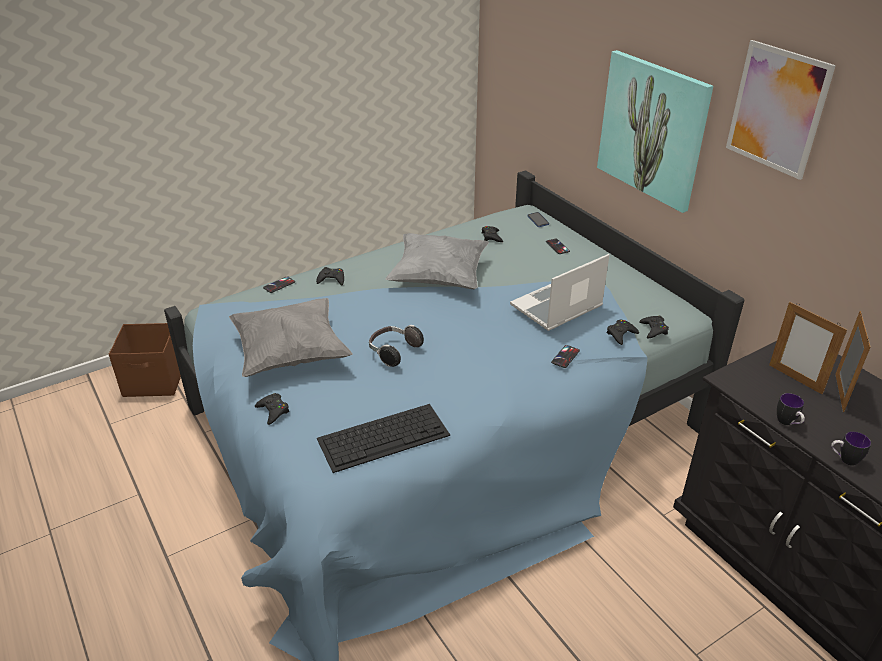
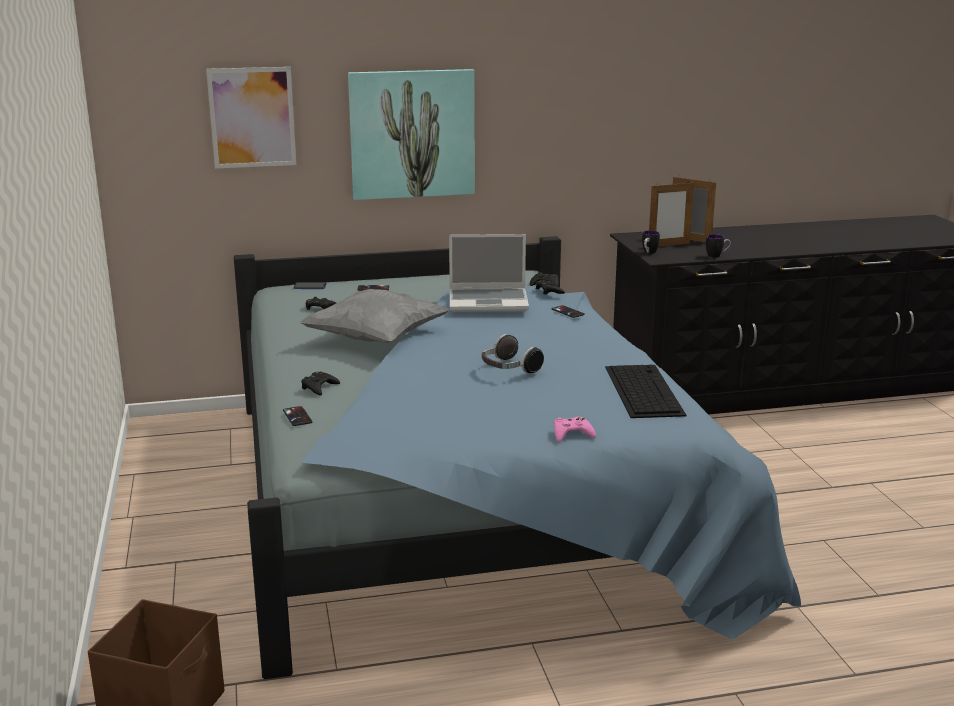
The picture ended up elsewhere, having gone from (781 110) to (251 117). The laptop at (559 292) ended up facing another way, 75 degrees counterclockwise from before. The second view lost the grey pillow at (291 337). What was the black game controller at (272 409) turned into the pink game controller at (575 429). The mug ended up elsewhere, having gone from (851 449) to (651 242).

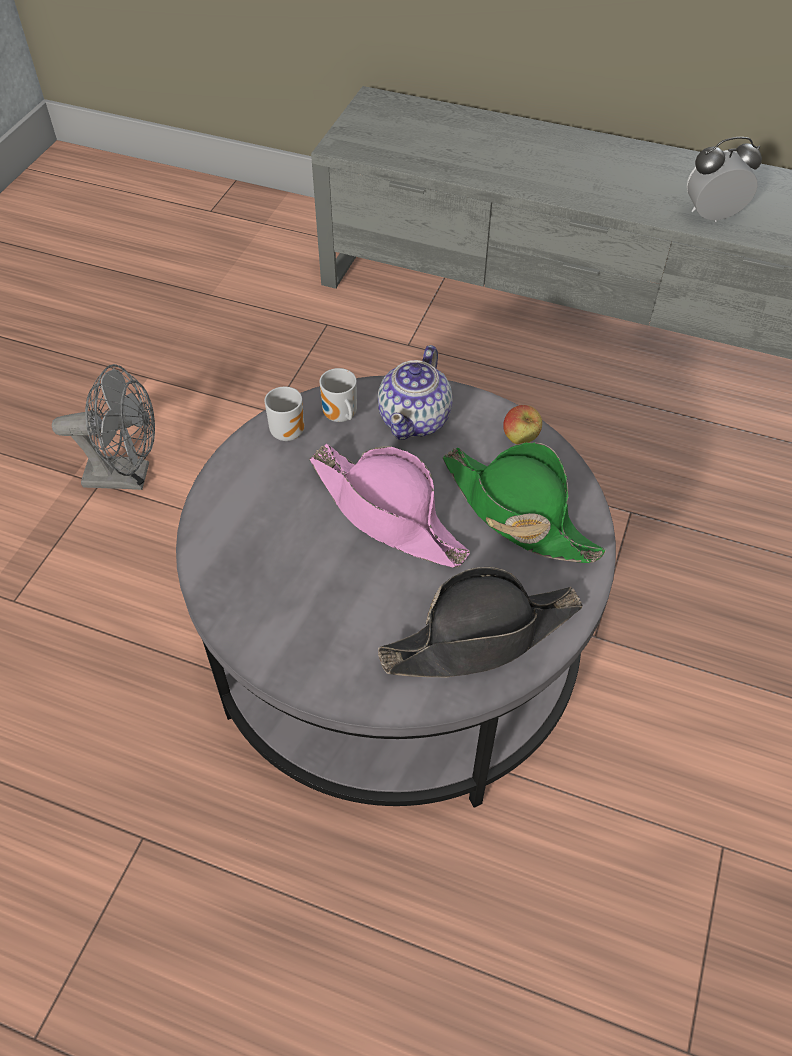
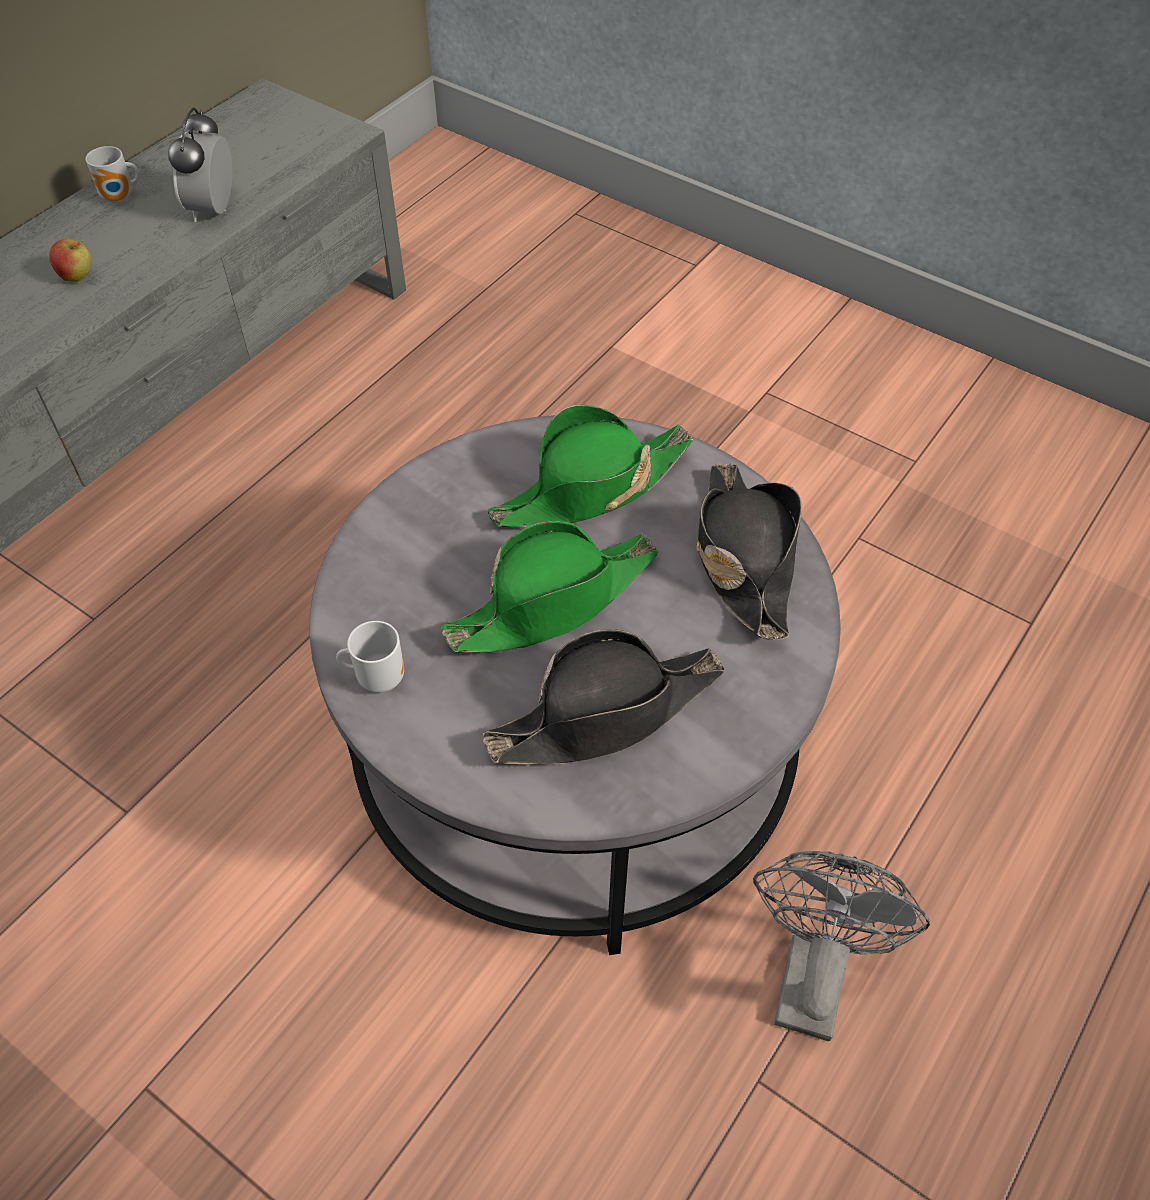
The second view lost the teapot at (415 392). The grey fan ended up elsewhere, having gone from (103 427) to (841 946). The mug ended up elsewhere, having gone from (338 395) to (112 174). The apple ended up elsewhere, having gone from (522 425) to (70 260). What was the pink hat at (389 506) turned into the green hat at (550 587). The second view gained the black hat at (603 697).

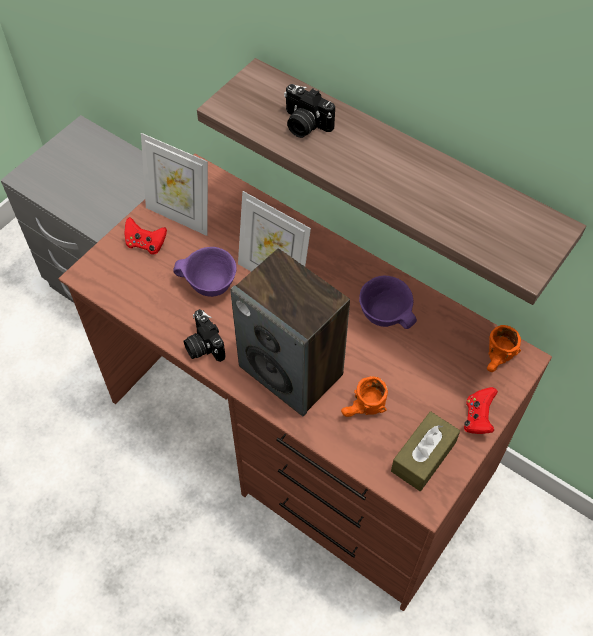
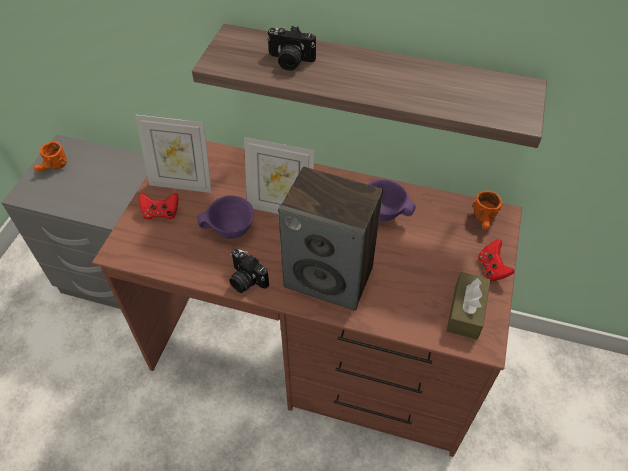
The orange mug ended up elsewhere, having gone from (364 396) to (50 156).

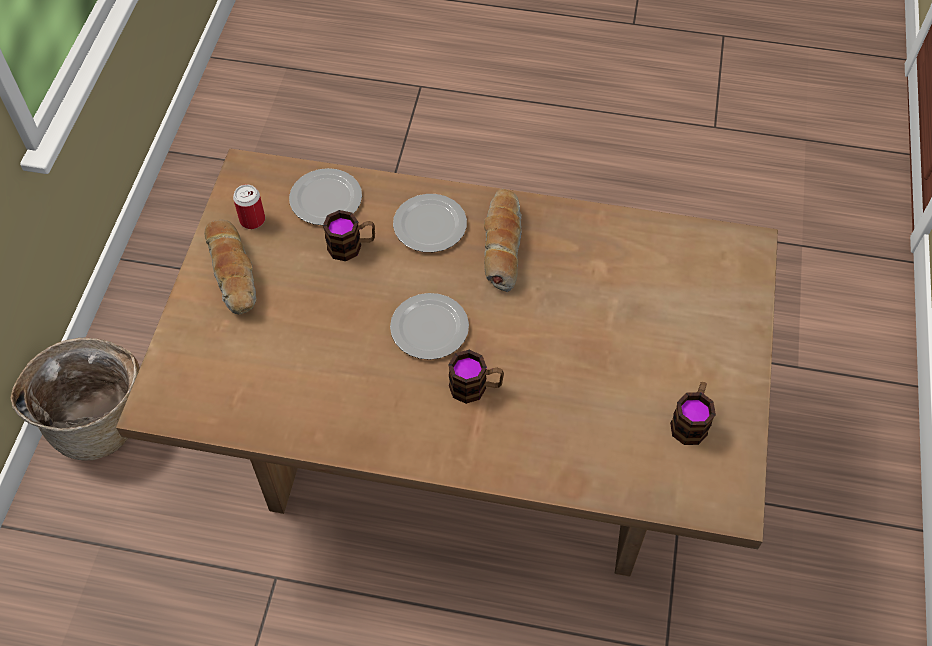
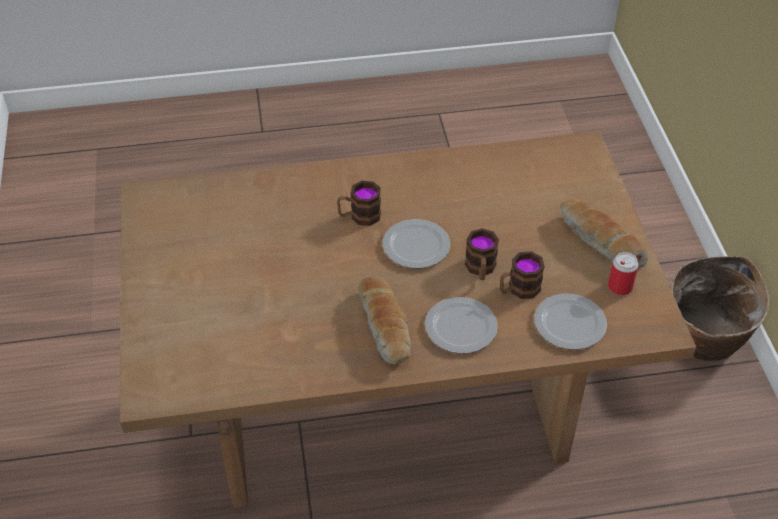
The mug ended up elsewhere, having gone from (693 413) to (482 254).

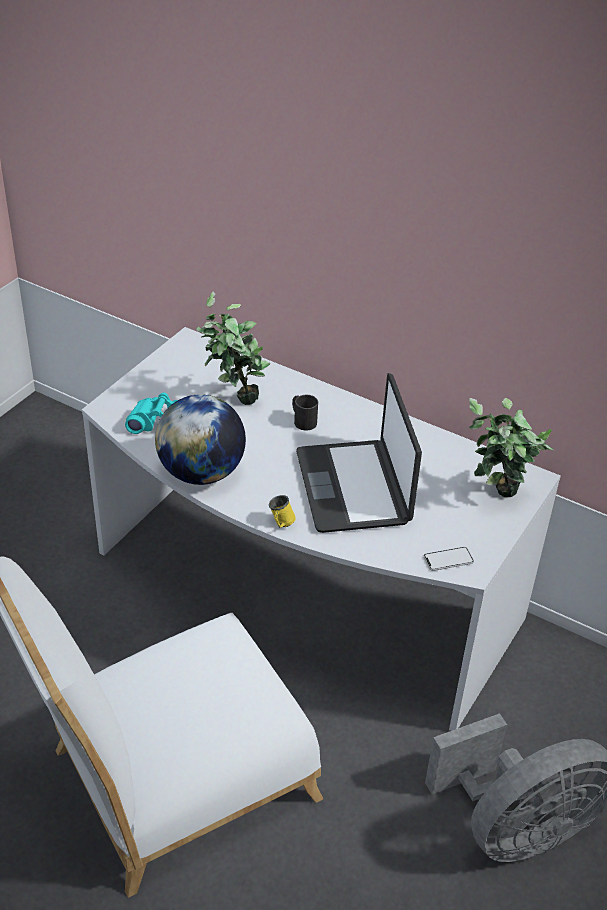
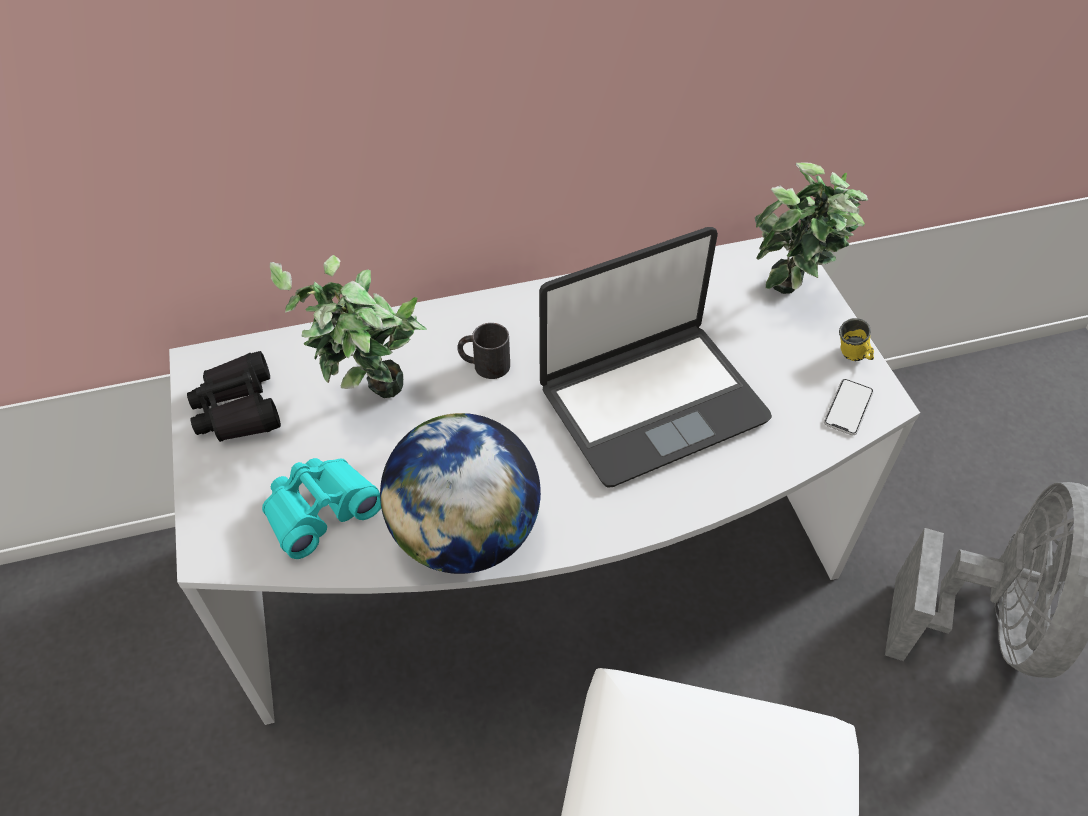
The laptop at (359 453) ended up facing another way, 60 degrees counterclockwise from before. The yellow mug ended up elsewhere, having gone from (282 511) to (856 339). The second view gained the black binoculars at (234 396).

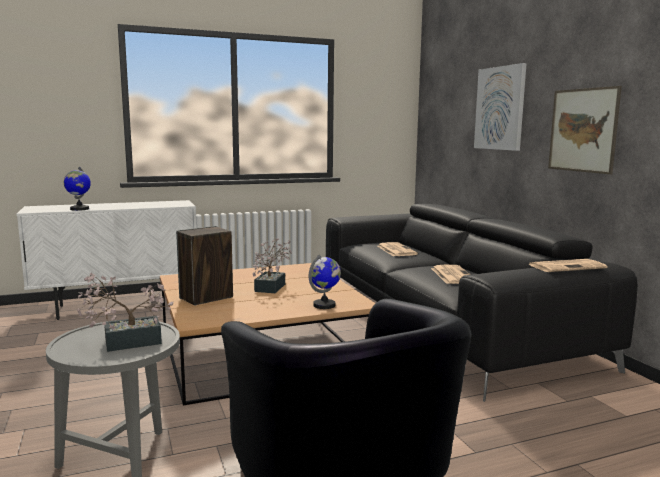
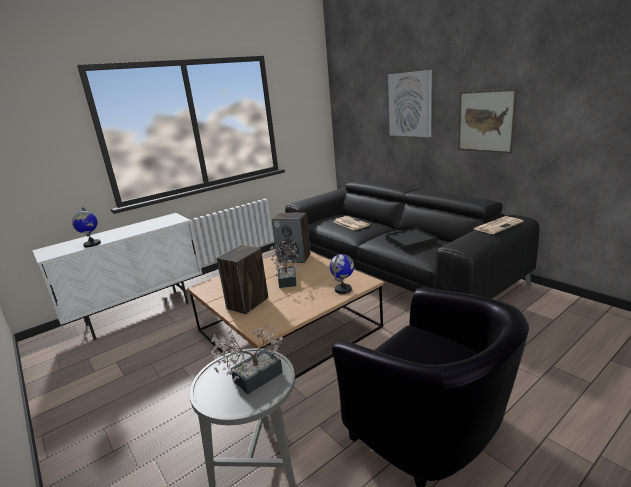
Where the newspaper stood at (450 274), the black tray came to stand at (412 239). The second view gained the speaker at (291 238).

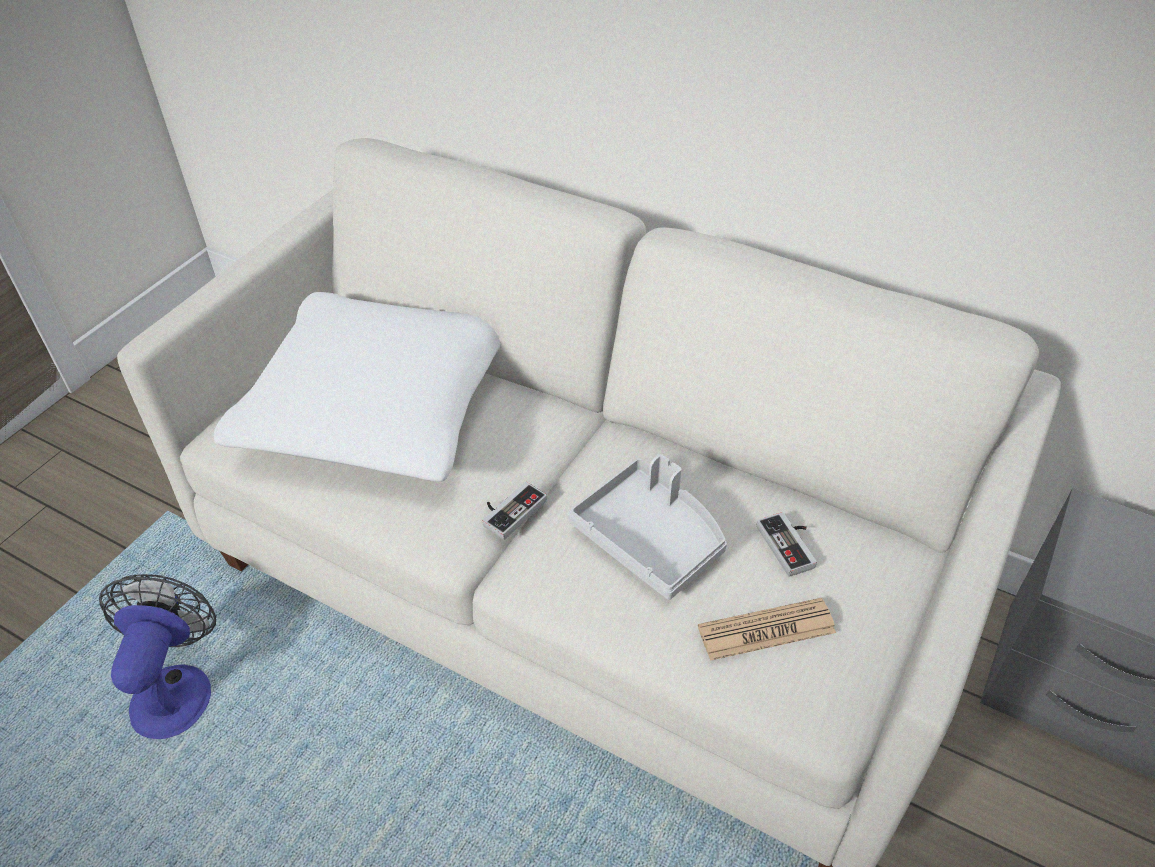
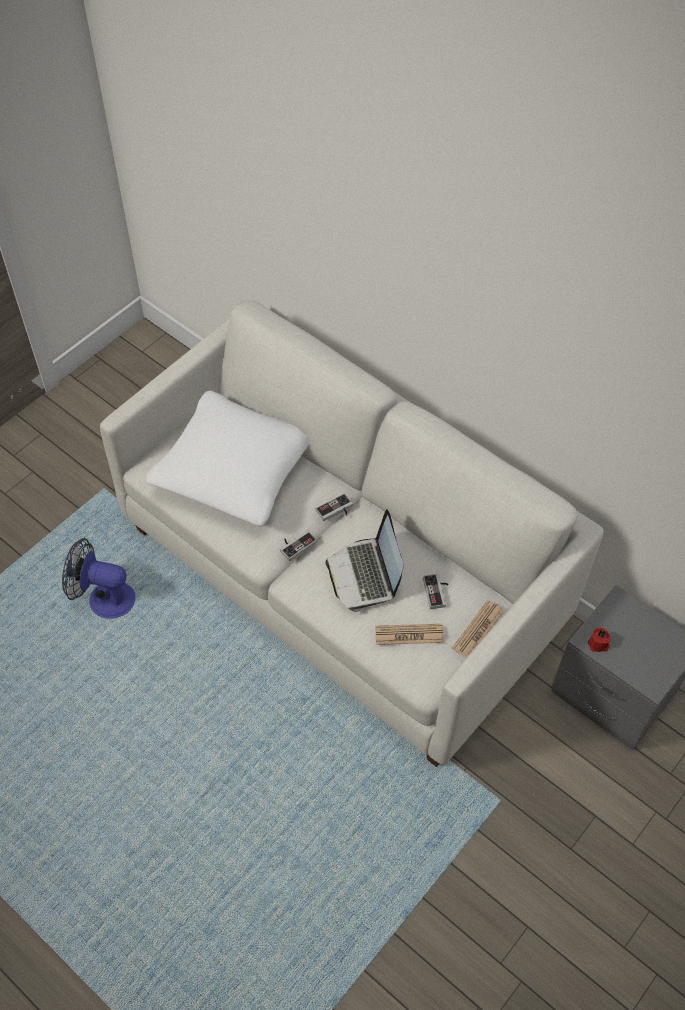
Where the grey tray stood at (647 527), the laptop came to stand at (364 560). The fan at (157 656) ended up facing another way, 90 degrees counterclockwise from before. The second view gained the game controller at (334 507). The second view gained the newspaper at (478 628). The second view gained the red candle at (599 640).

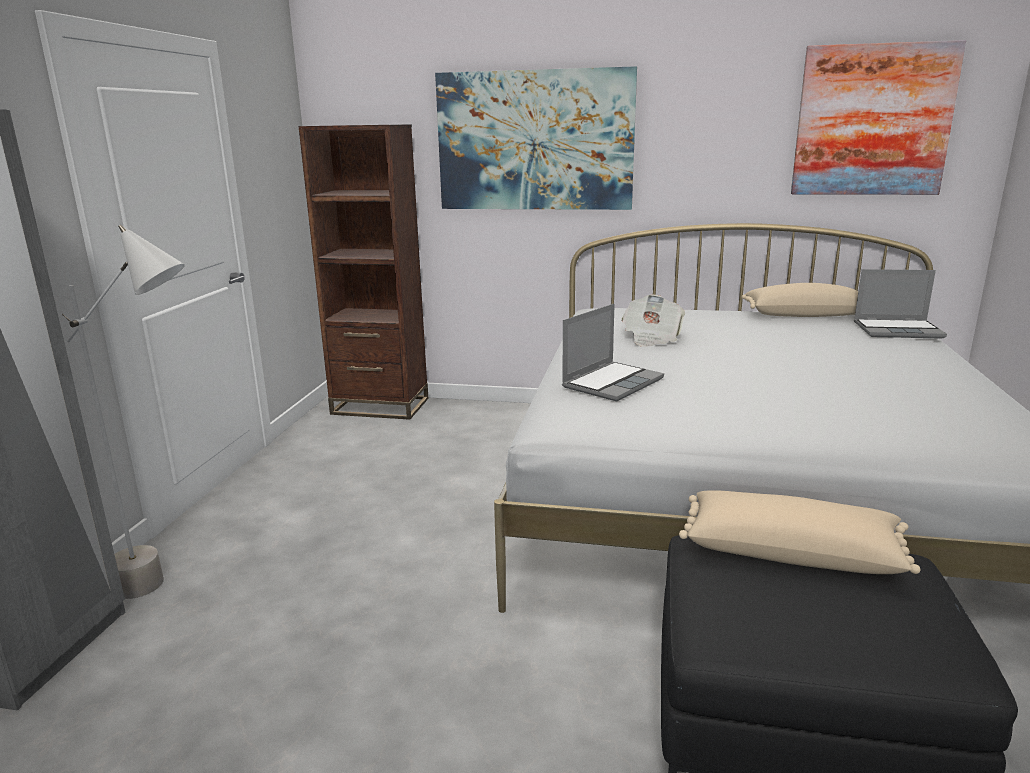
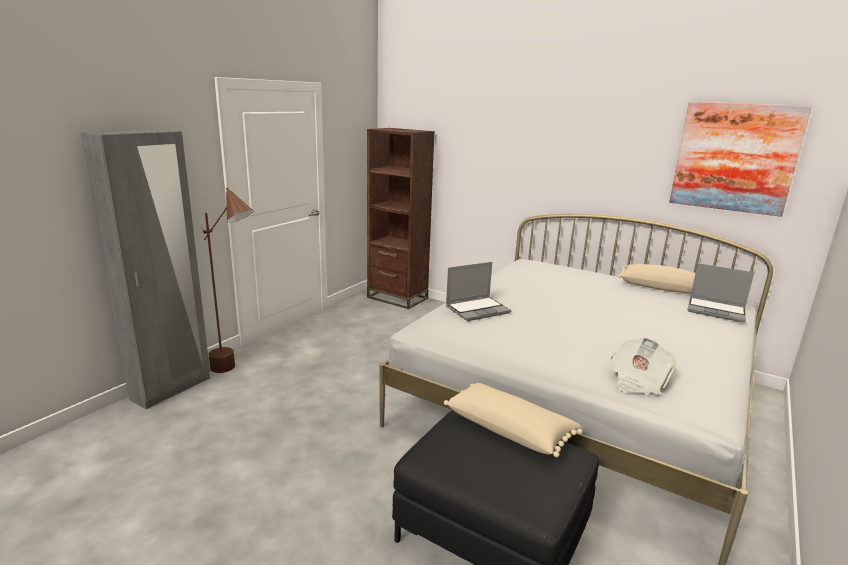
The second view lost the picture at (536 138). What was the grey floor lamp at (123 412) turned into the brown floor lamp at (227 280). The newspaper ended up elsewhere, having gone from (653 320) to (643 366).

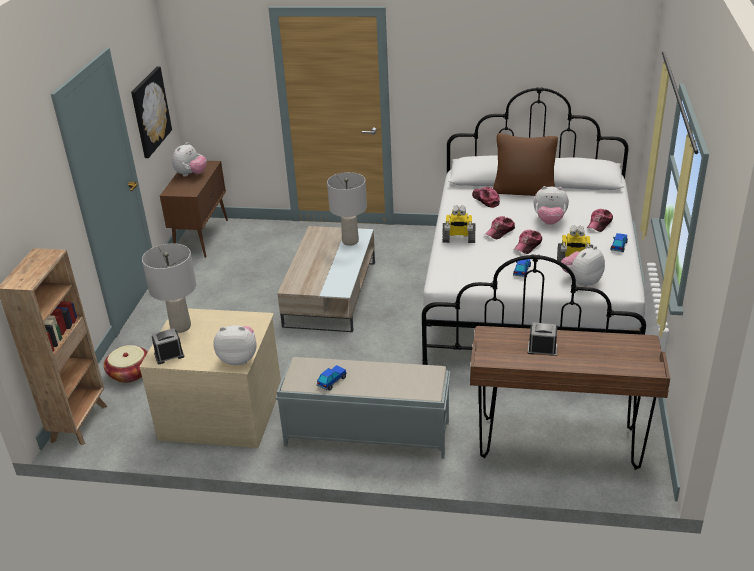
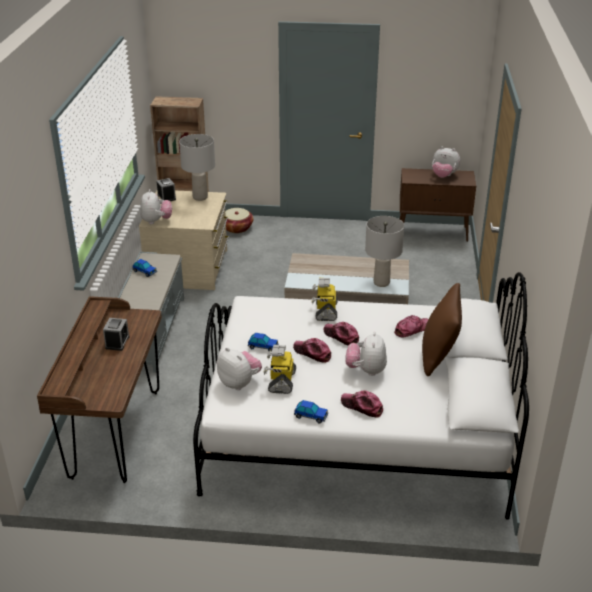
The second view lost the picture at (151 112).

